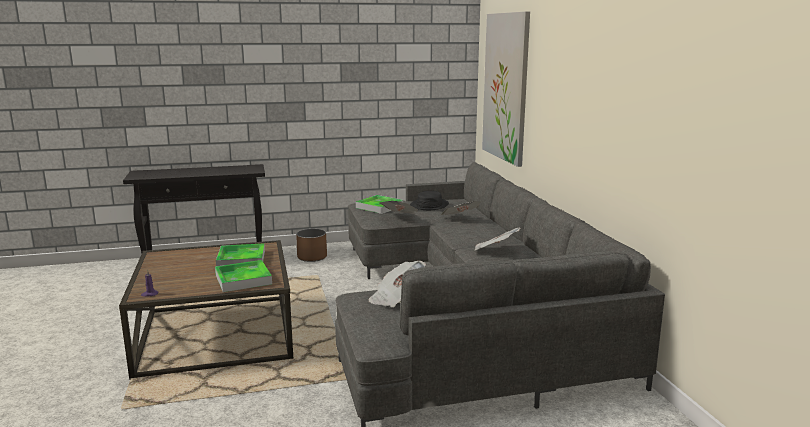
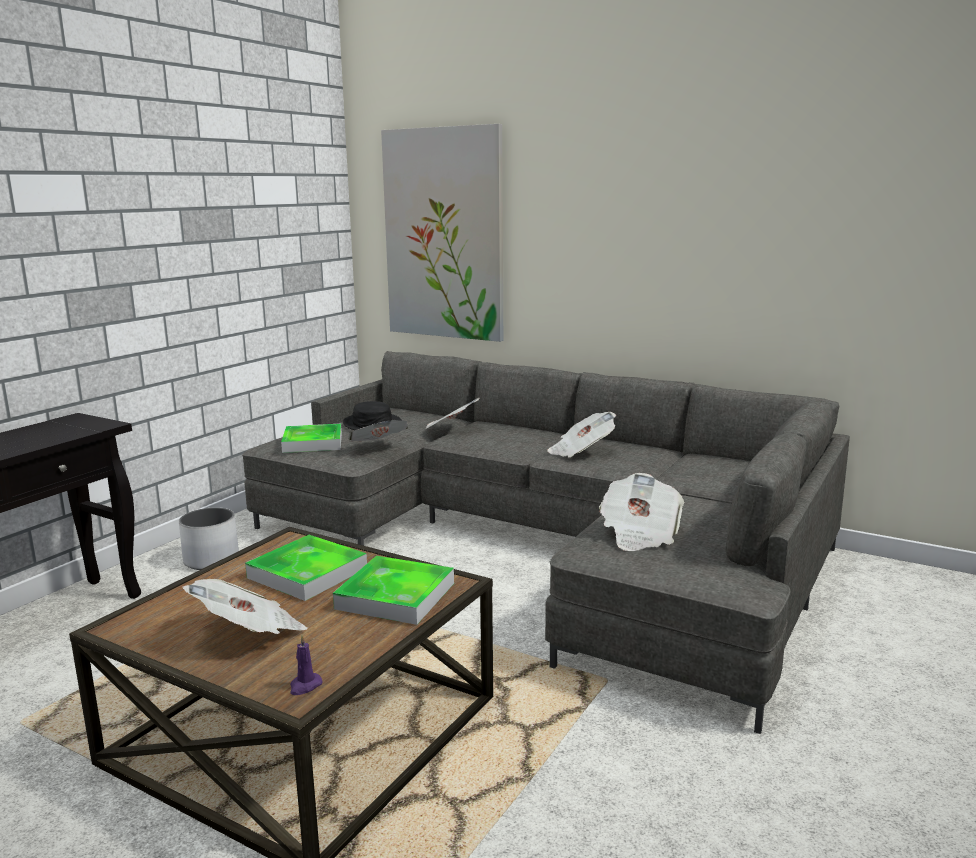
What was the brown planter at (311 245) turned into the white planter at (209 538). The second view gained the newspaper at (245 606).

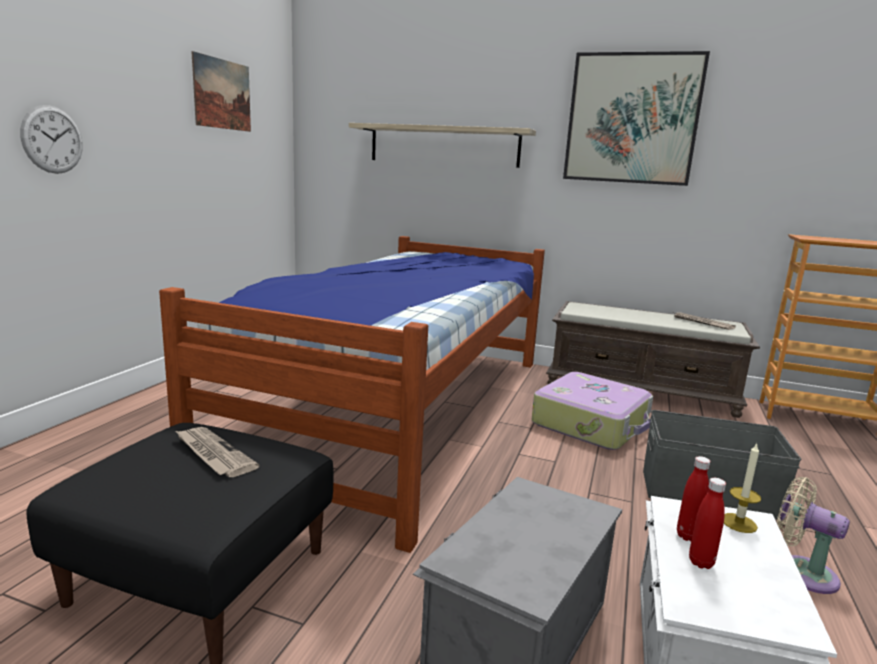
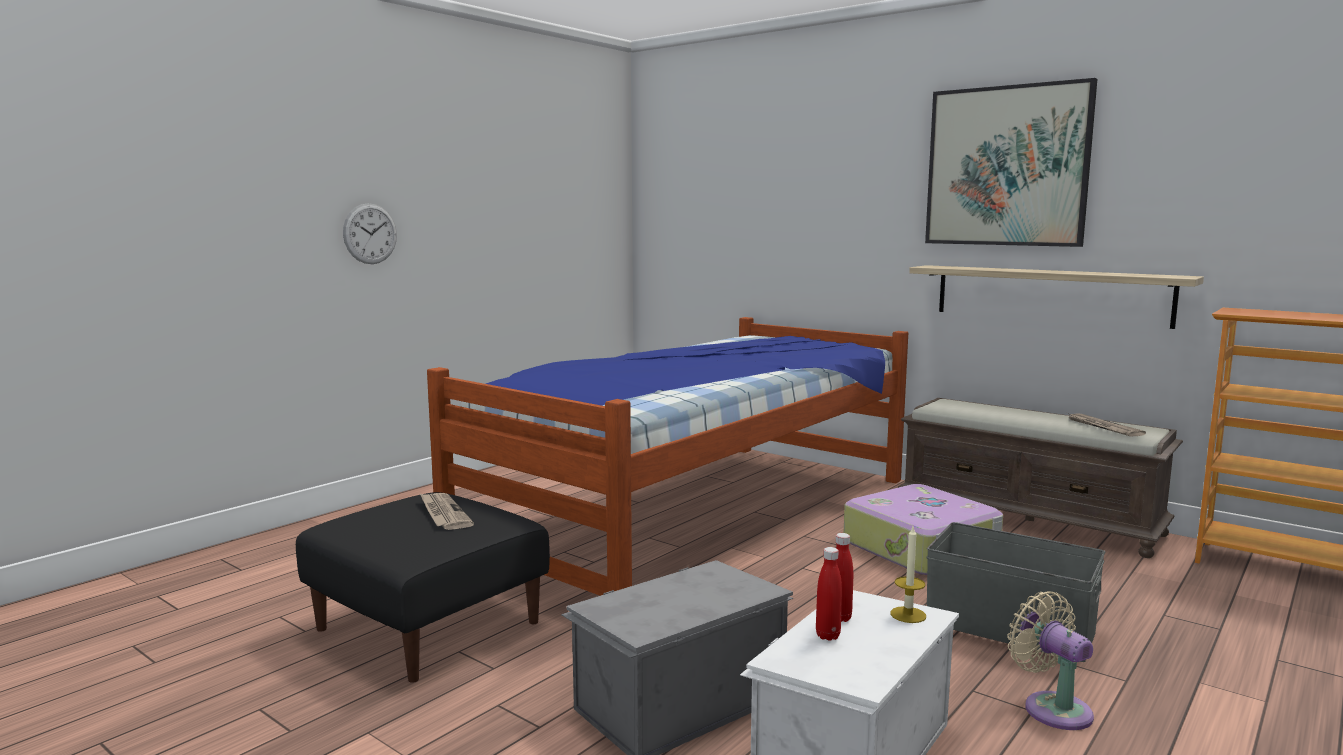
The second view lost the picture at (221 91). The shelf ended up elsewhere, having gone from (442 145) to (1056 297).

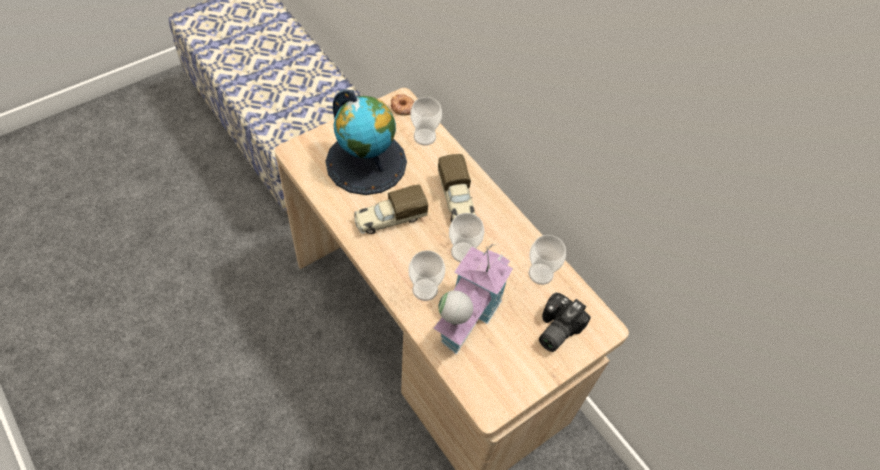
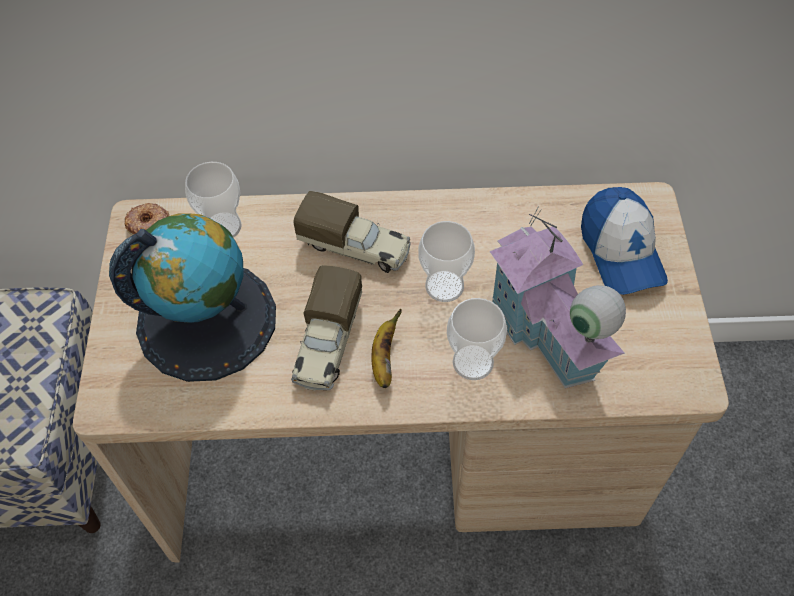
The second view lost the cup at (547 260). Where the photo camera stood at (565 322), the cap came to stand at (624 241). The second view gained the banana at (386 348).

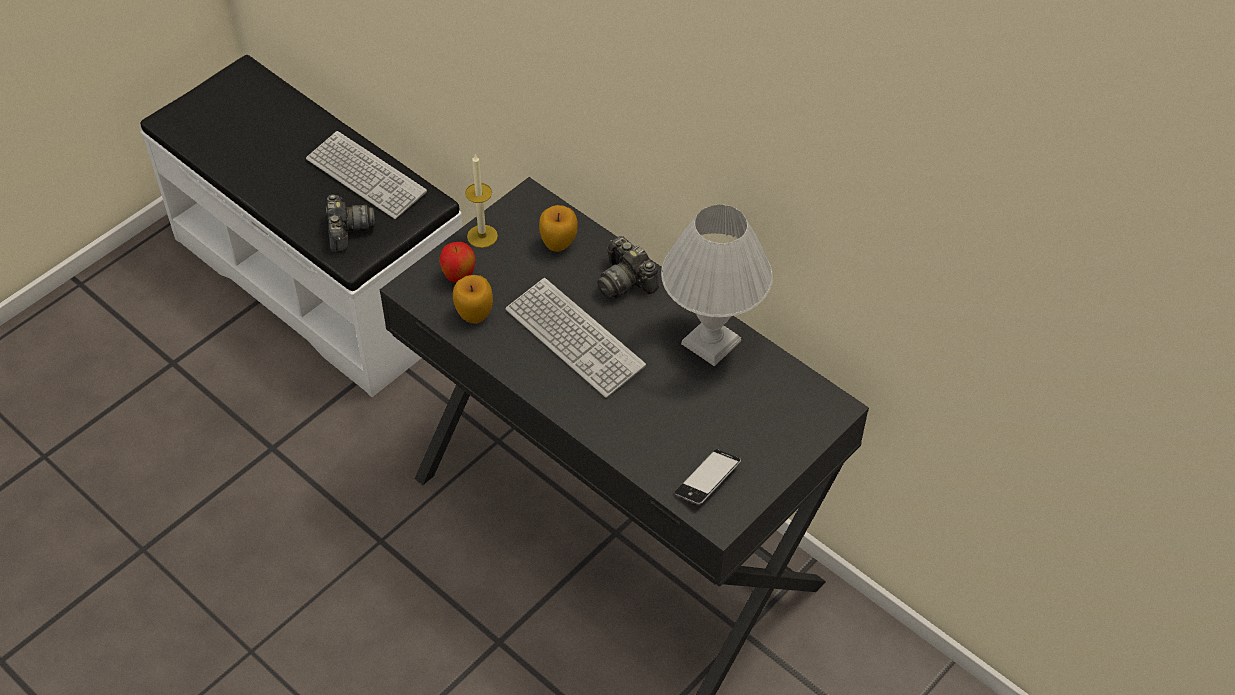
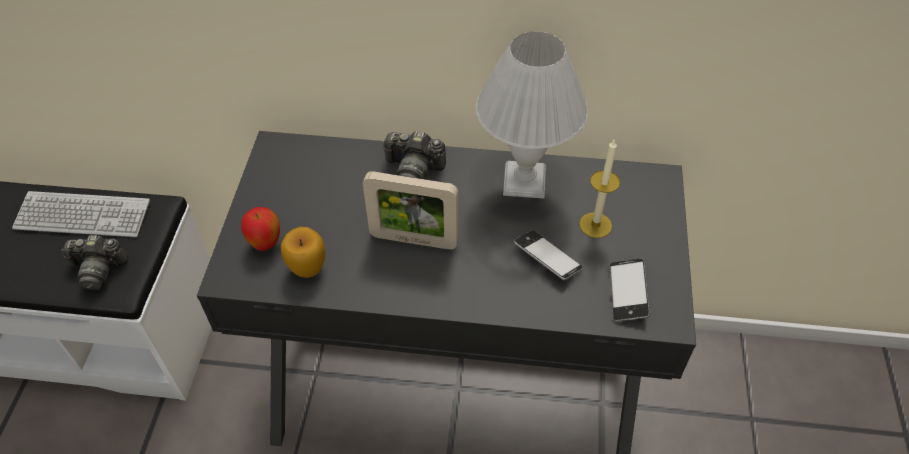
The candle ended up elsewhere, having gone from (481 201) to (599 189). The photo camera at (350 223) ended up facing another way, 135 degrees clockwise from before. The second view lost the apple at (558 228). Where the keyboard stood at (575 338), the picture frame came to stand at (410 210). The second view gained the phone at (548 255).

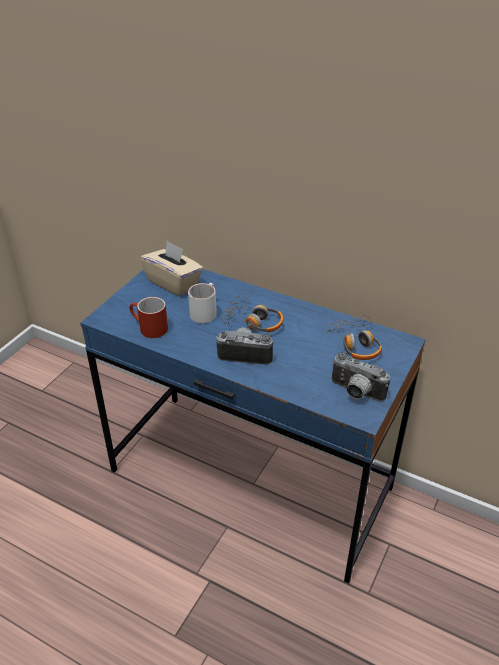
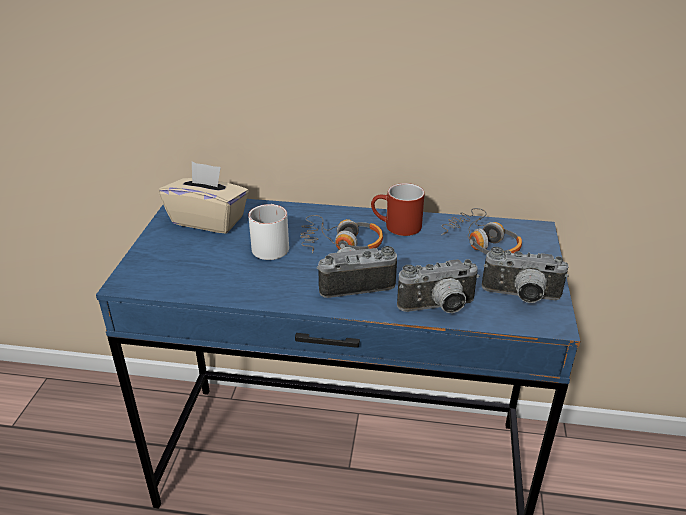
The red mug ended up elsewhere, having gone from (148 317) to (398 209). The second view gained the photo camera at (438 286).

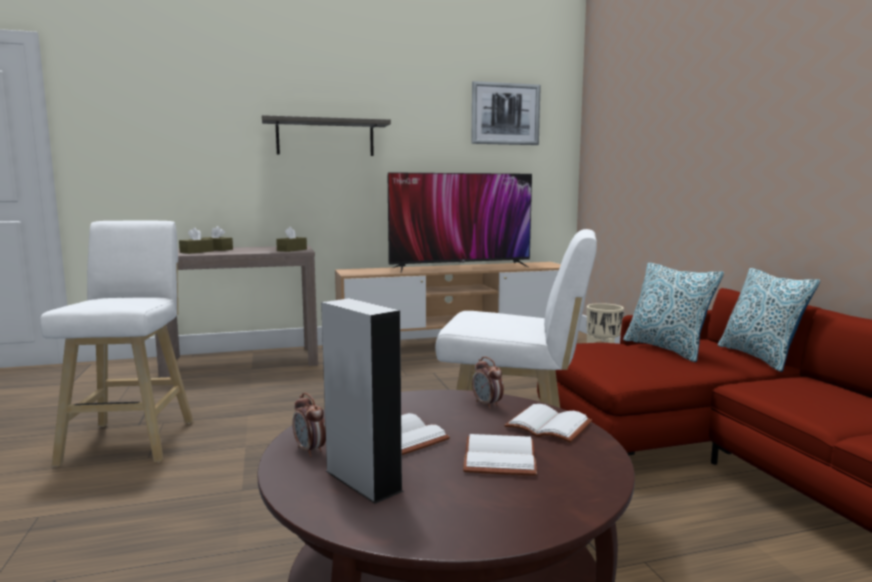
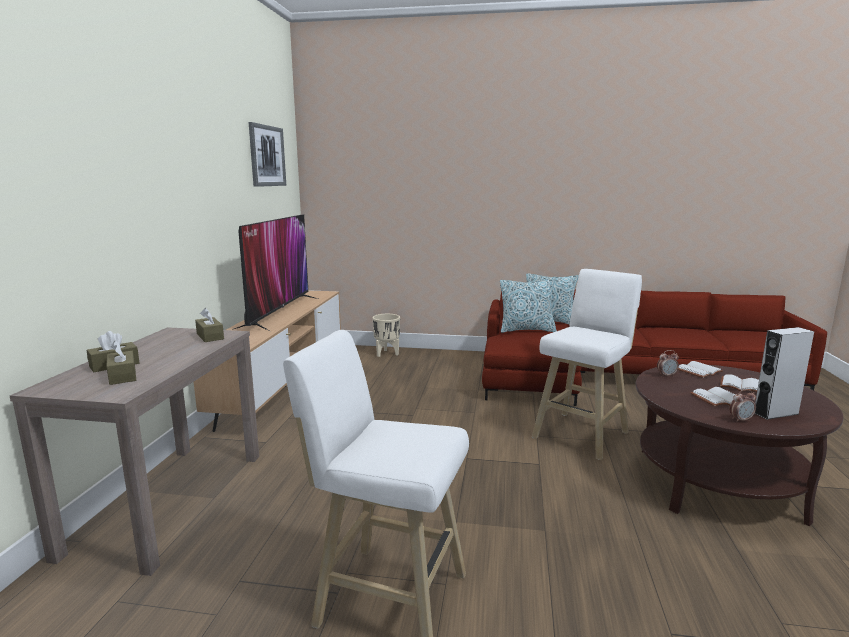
The second view lost the shelf at (326 135).

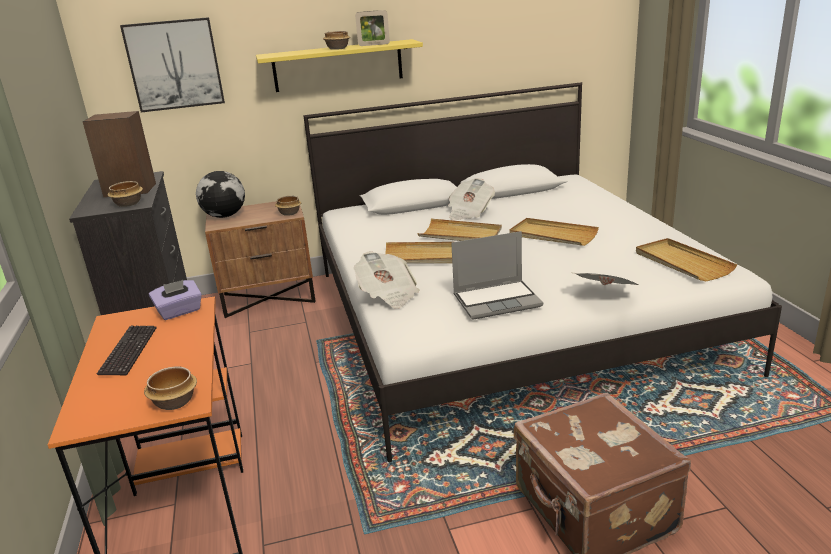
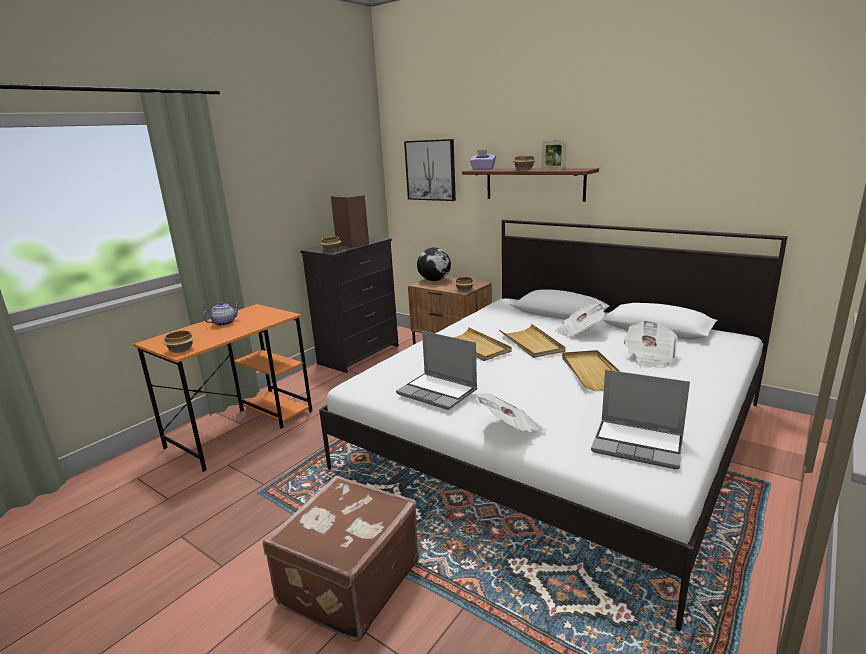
What was the yellow shelf at (339 65) turned into the brown shelf at (530 185). Where the beige tray stood at (686 259), the laptop came to stand at (640 419). The newspaper ended up elsewhere, having gone from (386 280) to (651 344). The purple tissue box ended up elsewhere, having gone from (175 300) to (483 160). Where the keyboard stood at (126 350), the teapot came to stand at (221 314).

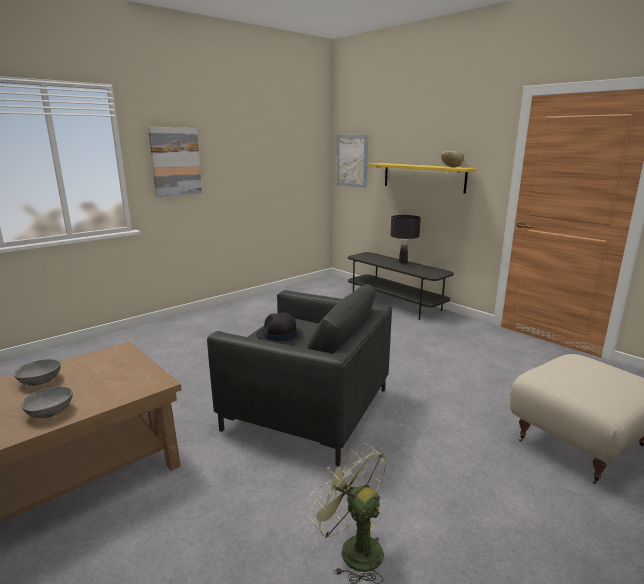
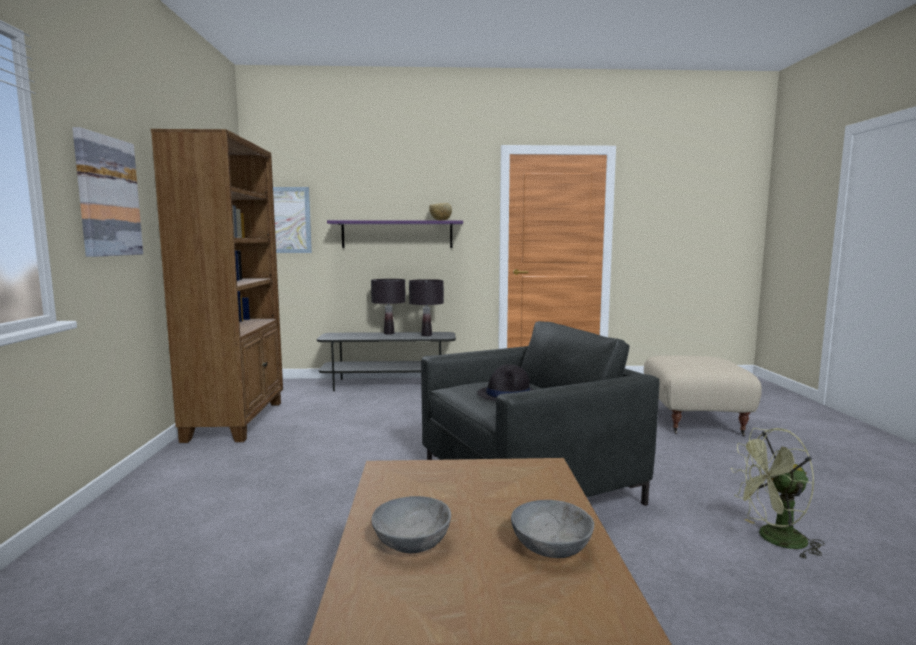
What was the yellow shelf at (422 178) turned into the purple shelf at (395 234). The second view gained the brown bookcase at (217 286). The second view gained the black table lamp at (426 307).

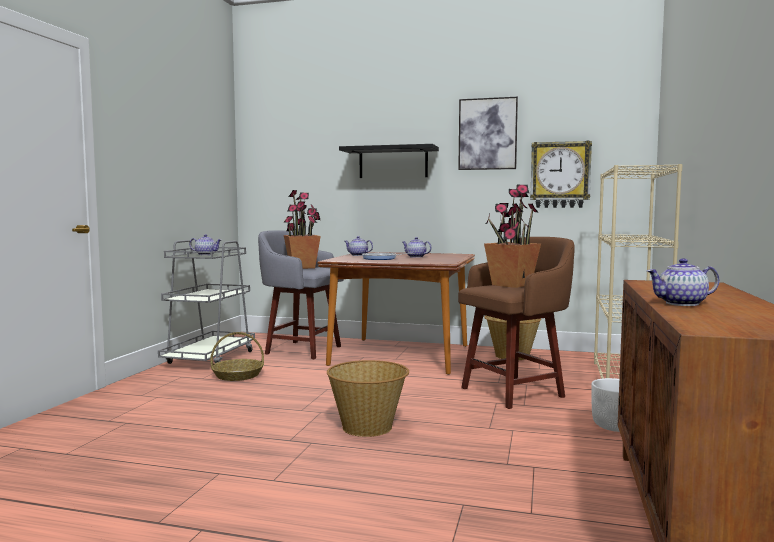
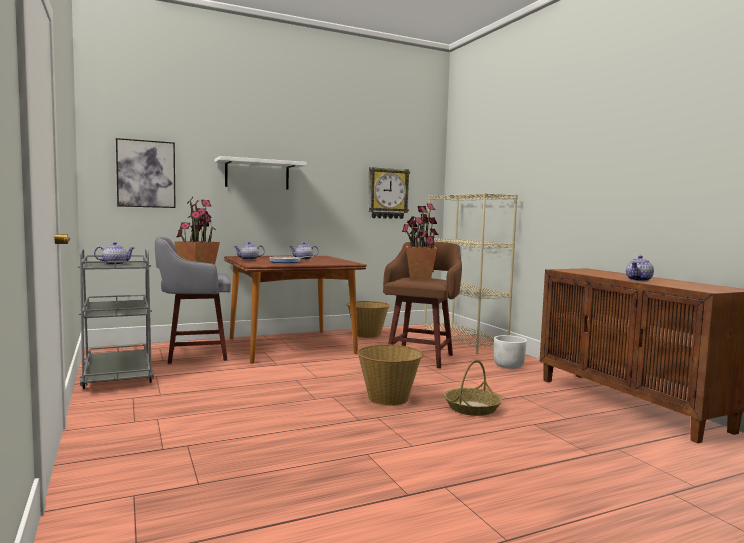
The picture ended up elsewhere, having gone from (488 133) to (146 173). What was the black shelf at (389 161) turned into the white shelf at (261 172). The basket ended up elsewhere, having gone from (237 356) to (473 388).

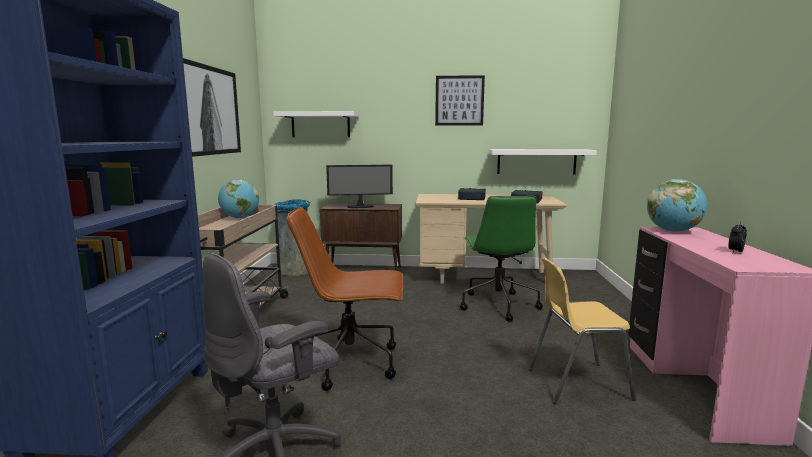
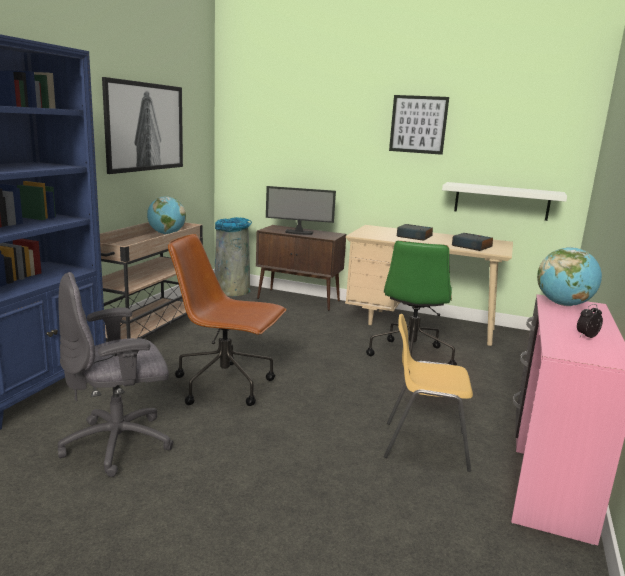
The second view lost the white shelf at (316 124).

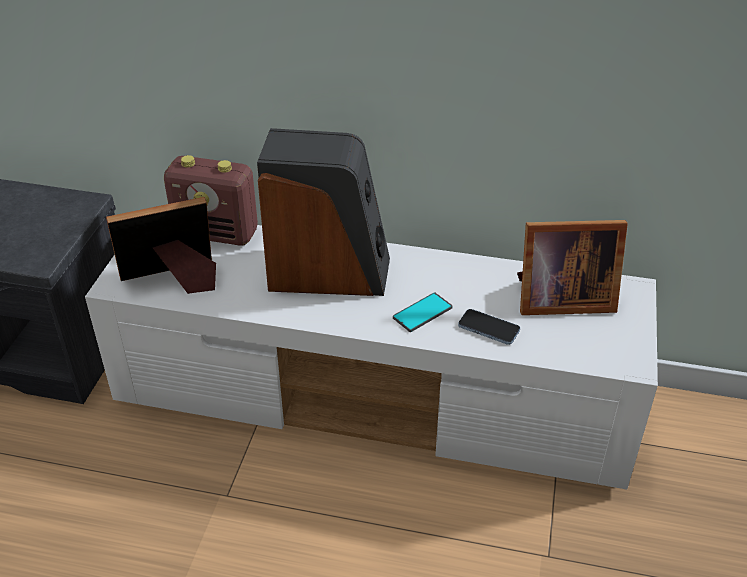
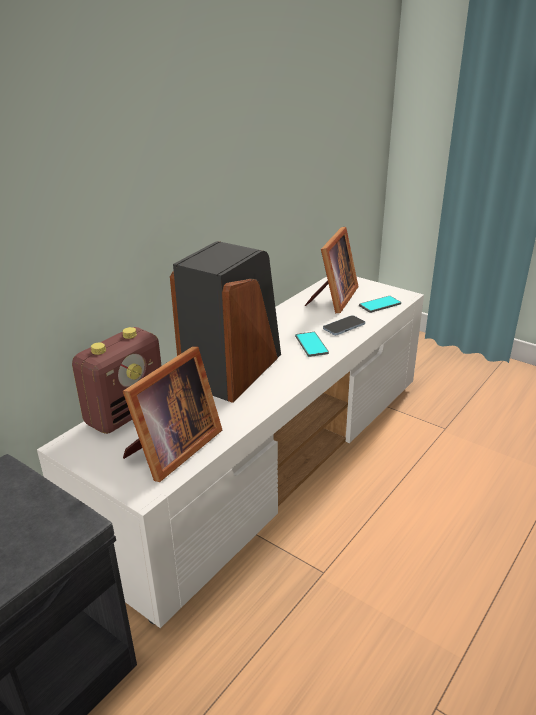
The picture frame at (161 245) ended up facing another way, 150 degrees counterclockwise from before. The second view gained the phone at (380 304).

